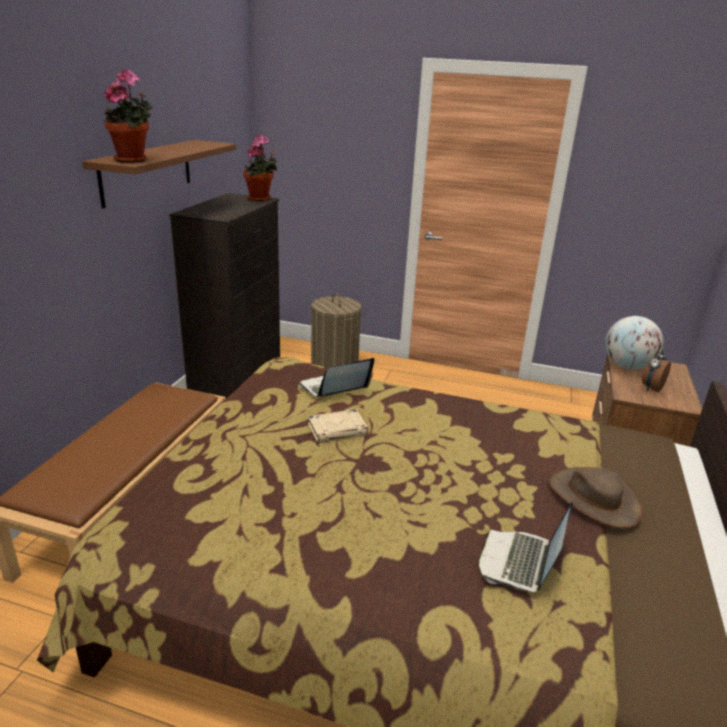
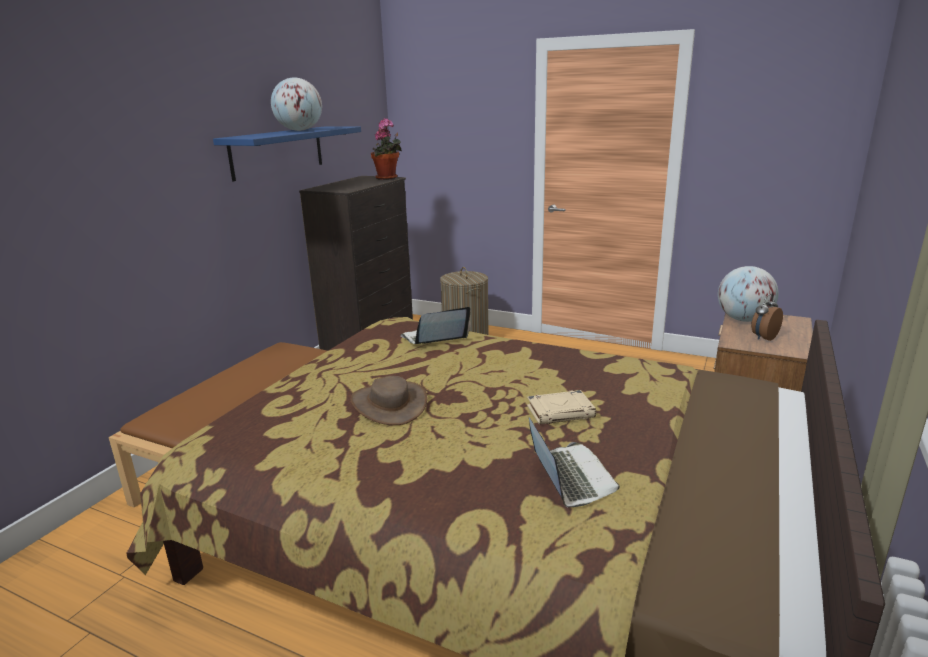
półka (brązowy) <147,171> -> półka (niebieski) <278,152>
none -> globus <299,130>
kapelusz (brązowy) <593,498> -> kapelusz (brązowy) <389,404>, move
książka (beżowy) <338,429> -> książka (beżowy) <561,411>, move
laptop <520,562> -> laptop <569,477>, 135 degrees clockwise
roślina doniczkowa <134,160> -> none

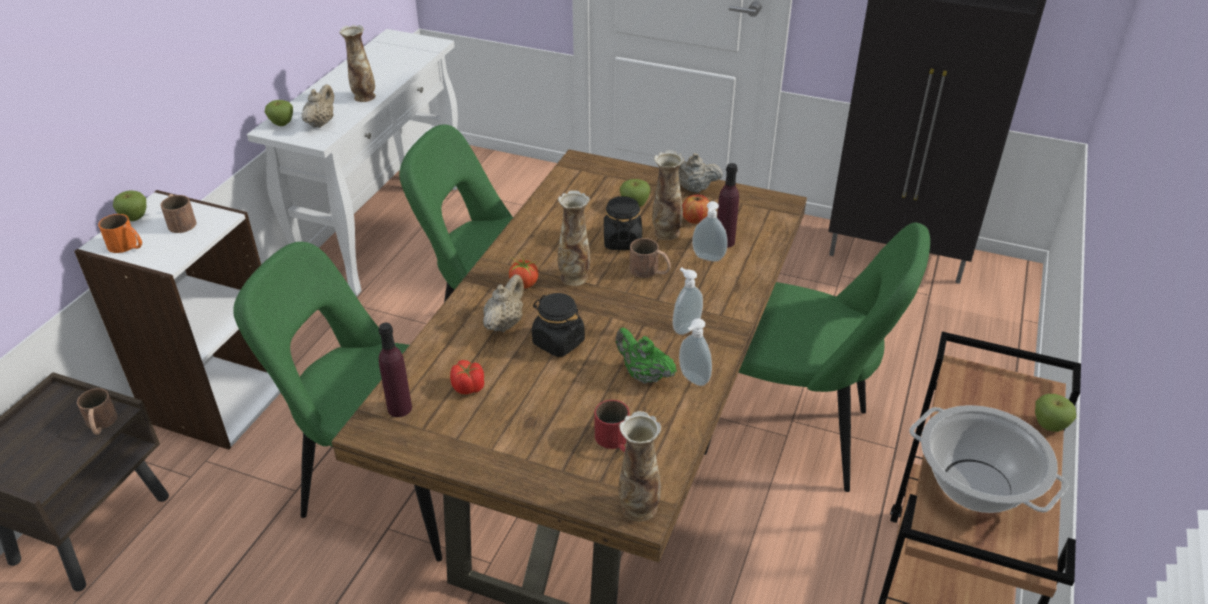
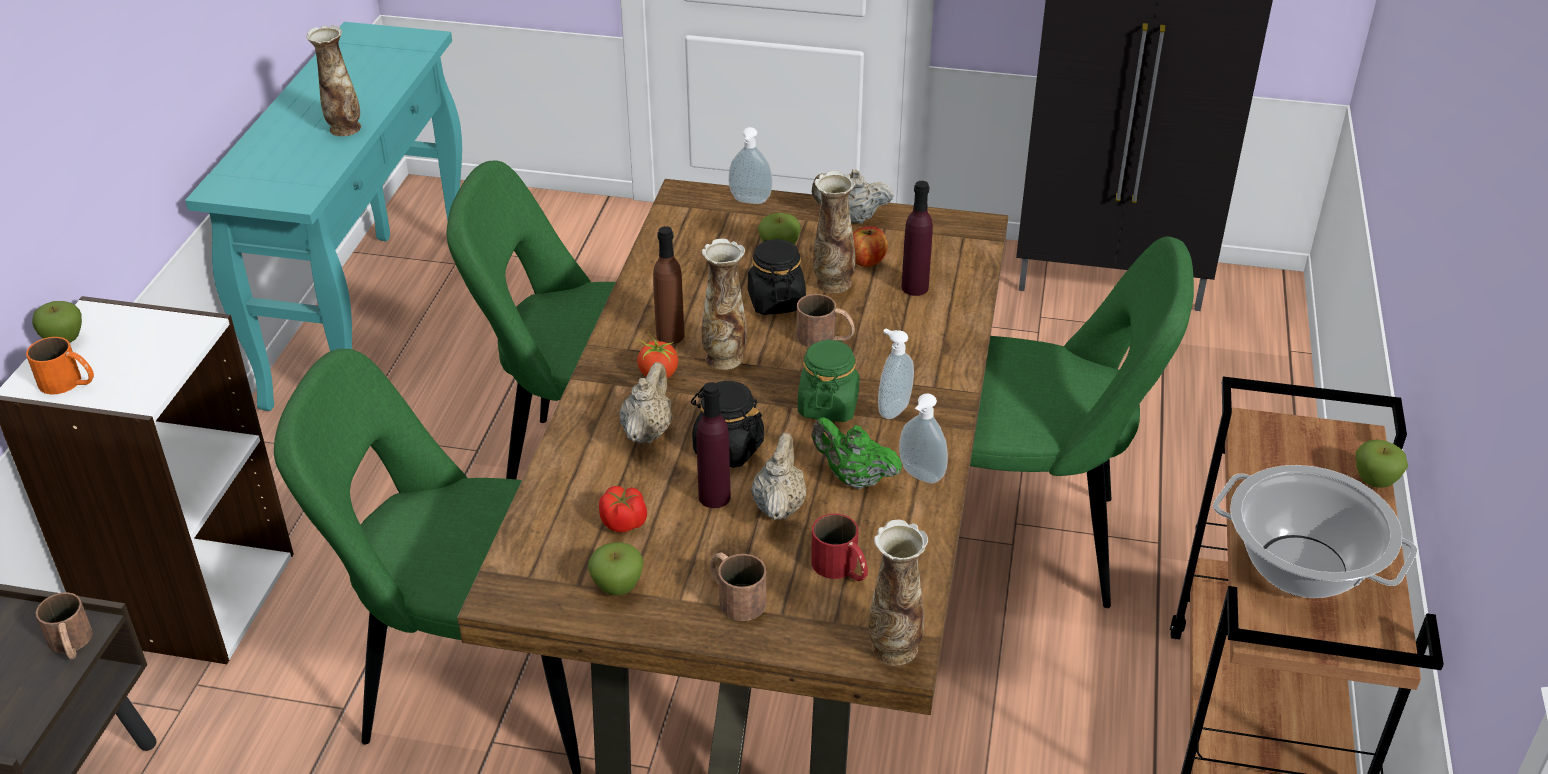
stolik konsolowy (biały) <383,230> -> stolik konsolowy (turkusowy) <370,320>
jabłko <282,123> -> jabłko <617,587>, move
none -> butelka (brązowy) <670,335>
butelka (fioletowy) <399,408> -> butelka (fioletowy) <714,497>, move
kubek (brązowy) <180,221> -> kubek (brązowy) <734,596>, move
dozownik mydła <708,259> -> dozownik mydła <750,201>, move
imbryk (beżowy) <321,123> -> imbryk (beżowy) <779,506>, move
none -> słoik (zielony) <828,405>

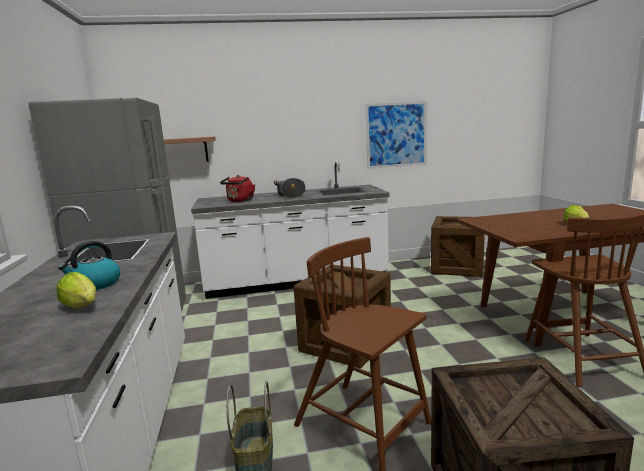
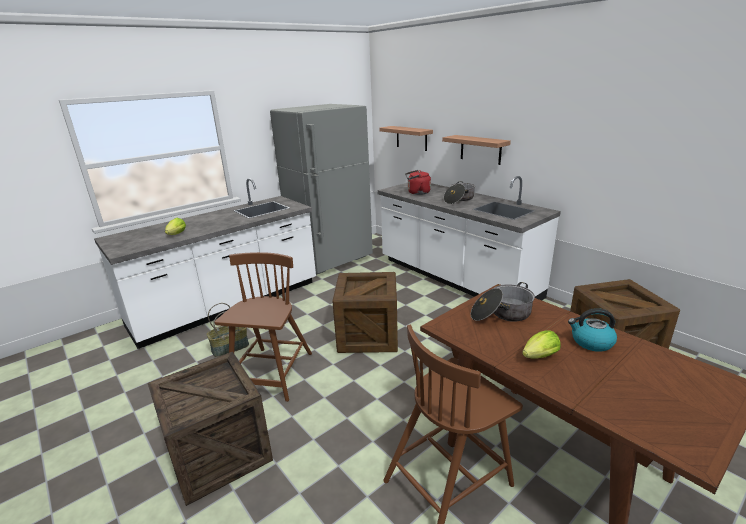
none -> półka <480,149>
none -> garnek <501,314>
czajnik <95,285> -> czajnik <591,342>, move
obraz <396,135> -> none

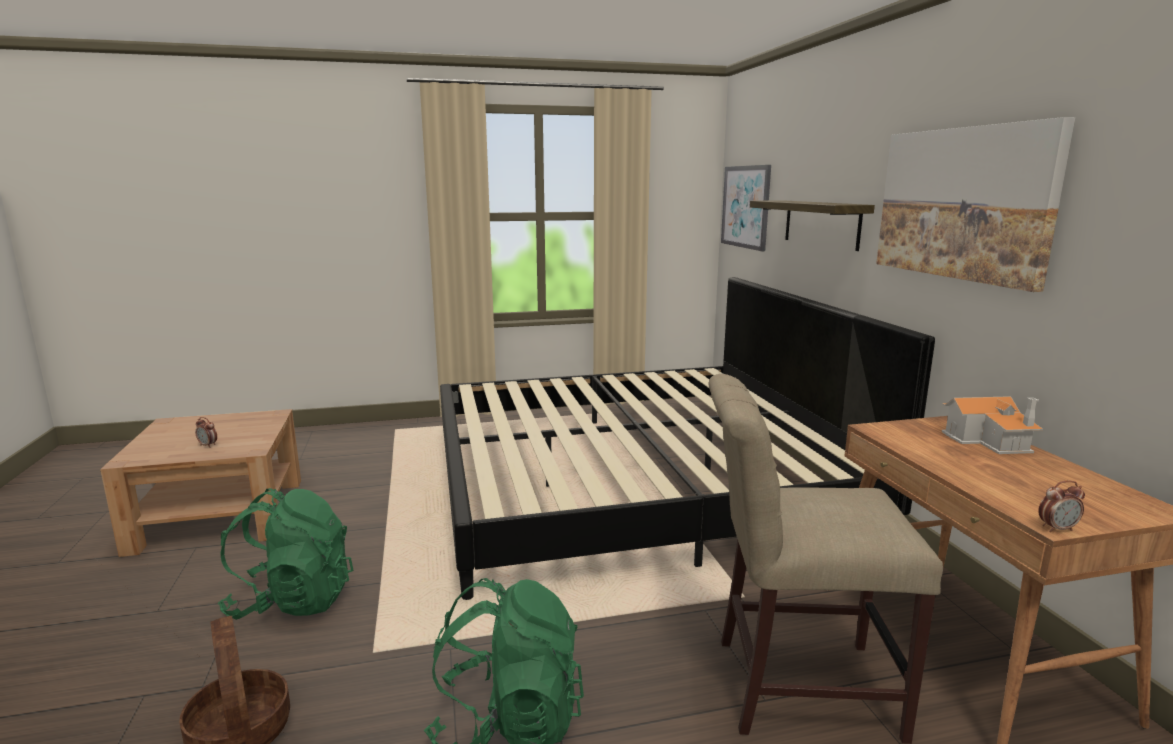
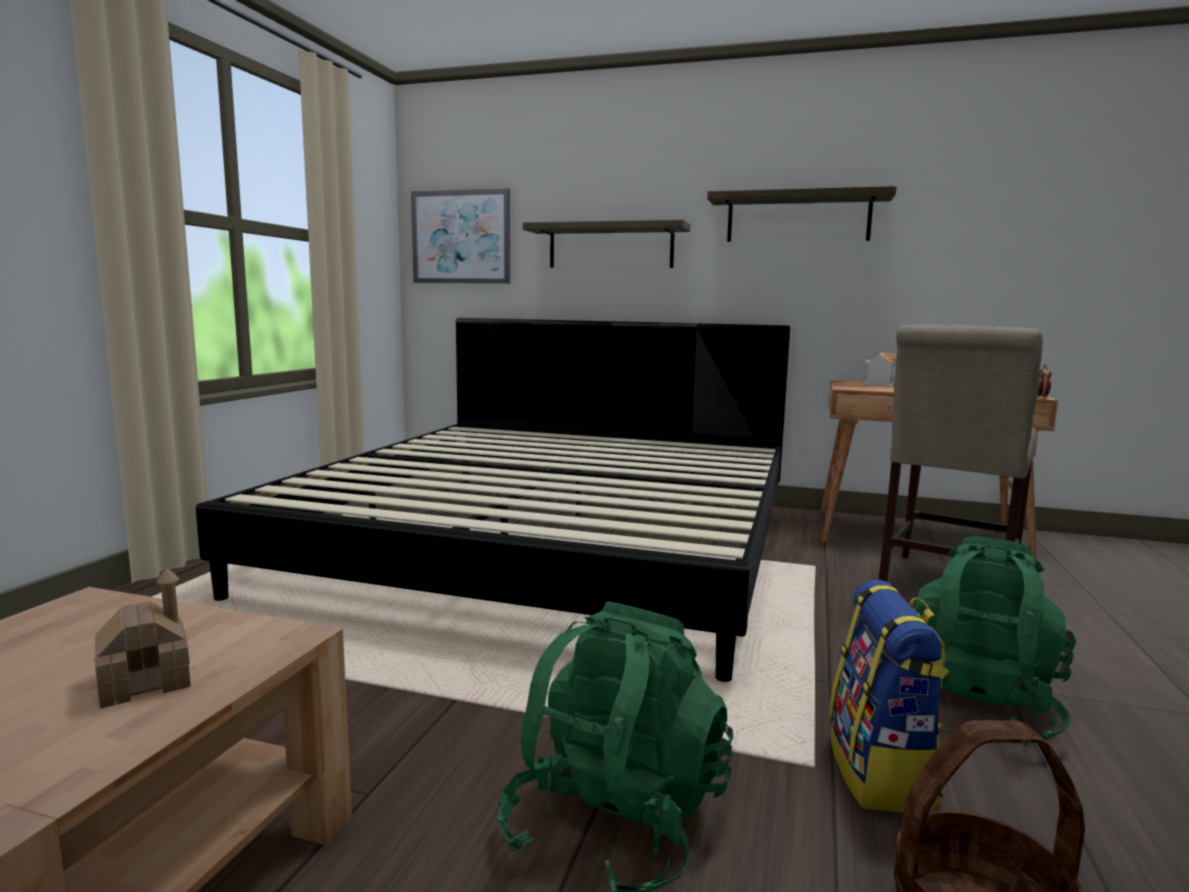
budzik <208,445> -> domek <145,681>
obraz <963,203> -> półka <798,218>
none -> plecak <882,773>

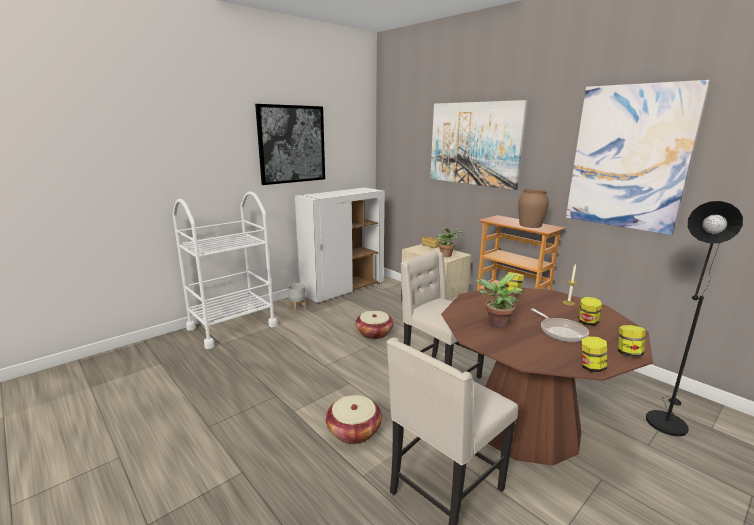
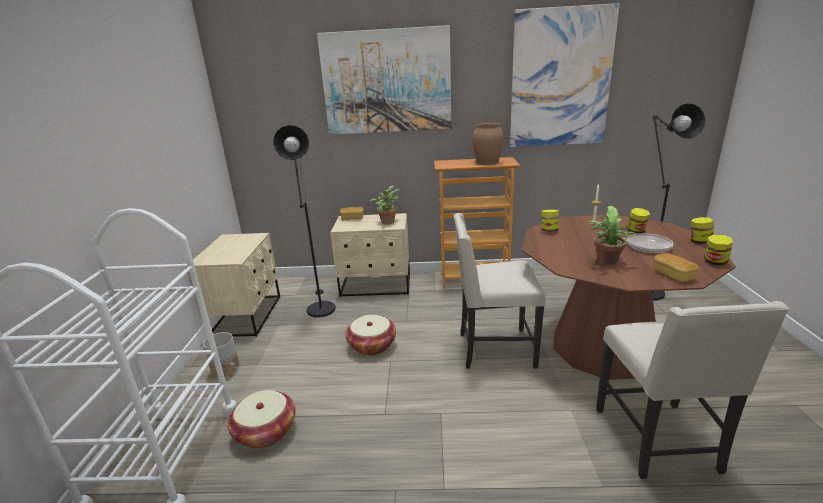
szafka (biały) <343,289> -> szafka nocna (beżowy) <247,316>
koszyk <354,431> -> koszyk <265,431>, move
none -> lampa stojąca (czarny) <319,307>
none -> chleb <673,275>
obraz <292,144> -> none

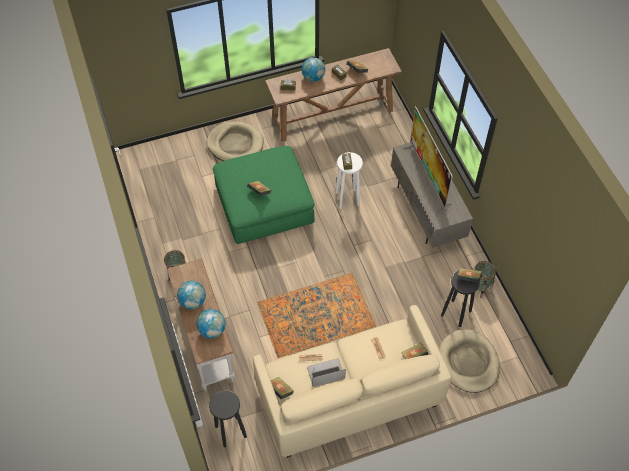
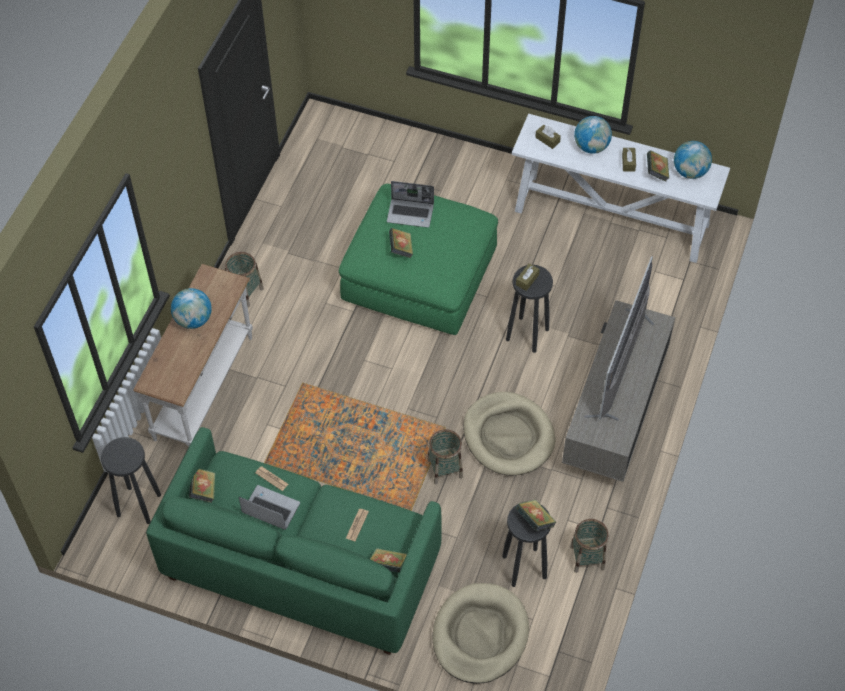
kanapa (beżowy) <348,396> -> kanapa (zielony) <301,565>
none -> laptop <411,213>
none -> koszyk <445,468>
legowisko (beżowy) <235,144> -> legowisko (beżowy) <508,436>, move
stołek (biały) <347,198> -> stołek (czarny) <528,335>
stolik konsolowy (brązowy) <333,115> -> stolik konsolowy (biały) <612,218>
globus <212,330> -> globus <690,172>, move

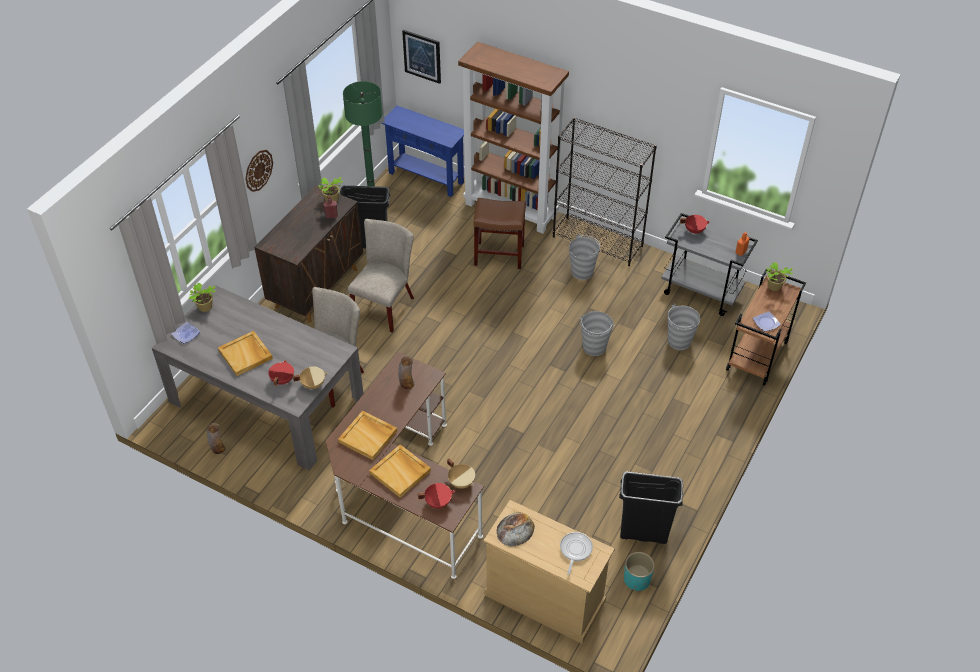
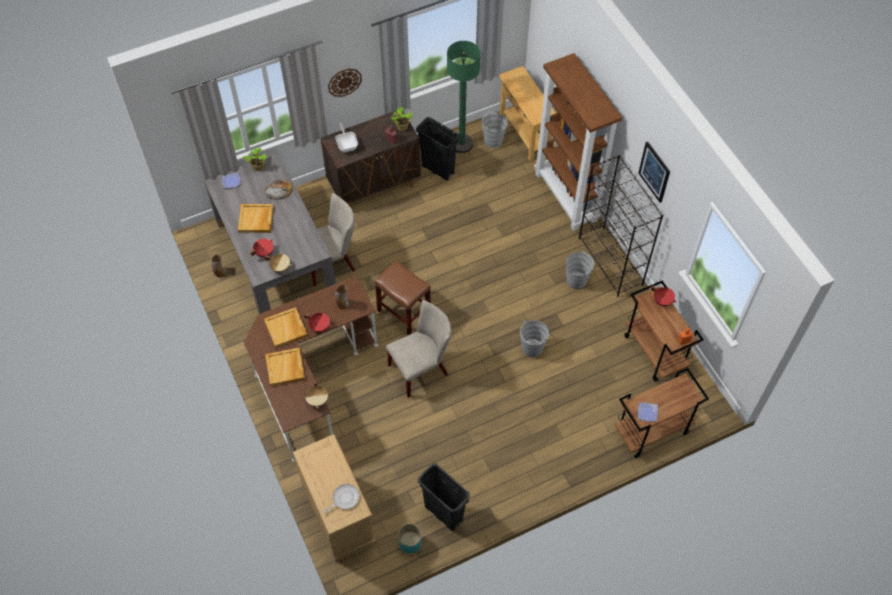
chleb <515,529> -> chleb <278,190>, move
garnek (czerwony) <438,502> -> garnek (czerwony) <320,326>, move
none -> patelnia <347,145>
stołek (brązowy) <498,255> -> stołek (brązowy) <403,312>, move
krzesło (beżowy) <385,305> -> krzesło (beżowy) <421,368>, move
wiadro (szary) <679,341> -> wiadro (szary) <493,140>, move
stolik konsolowy (niebieski) <426,178> -> stolik konsolowy (beżowy) <524,134>
wózek (szary) <701,292> -> wózek (brązowy) <655,352>
obraz <422,56> -> obraz <654,172>, move
roślina doniczkowa <774,287> -> none

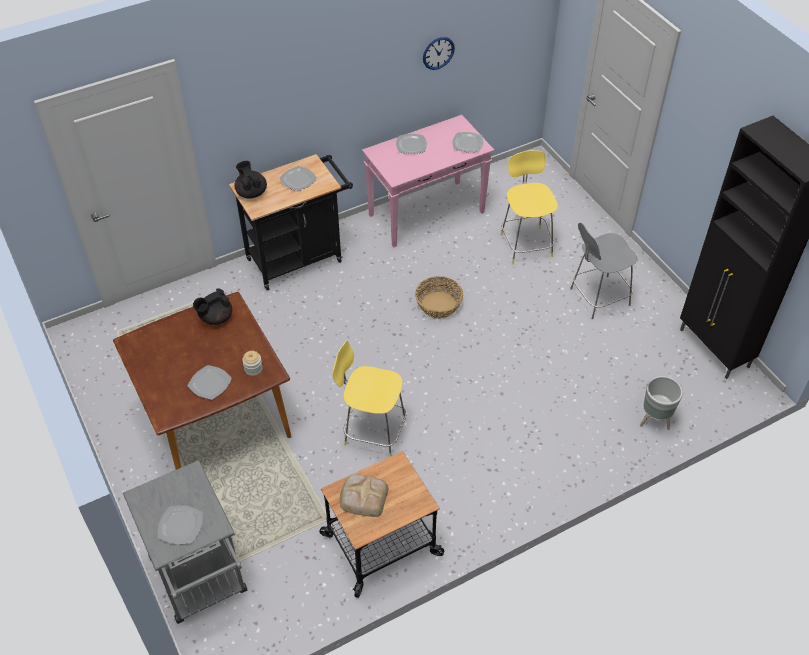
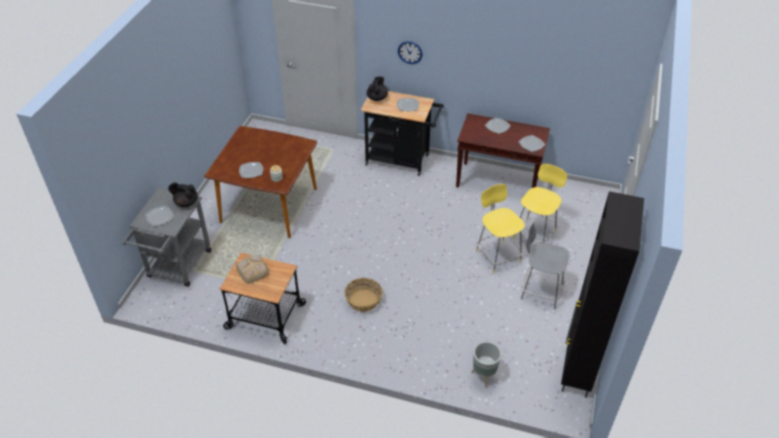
imbryk (czarny) <215,317> -> imbryk (czarny) <186,202>, move
koszyk <438,305> -> koszyk <363,301>, move
zegar ścienny <438,53> -> zegar ścienny <410,52>, move
stolik konsolowy (różowy) <427,213> -> stolik konsolowy (brązowy) <498,182>
stołek (żółty) <372,431> -> stołek (żółty) <497,255>, move

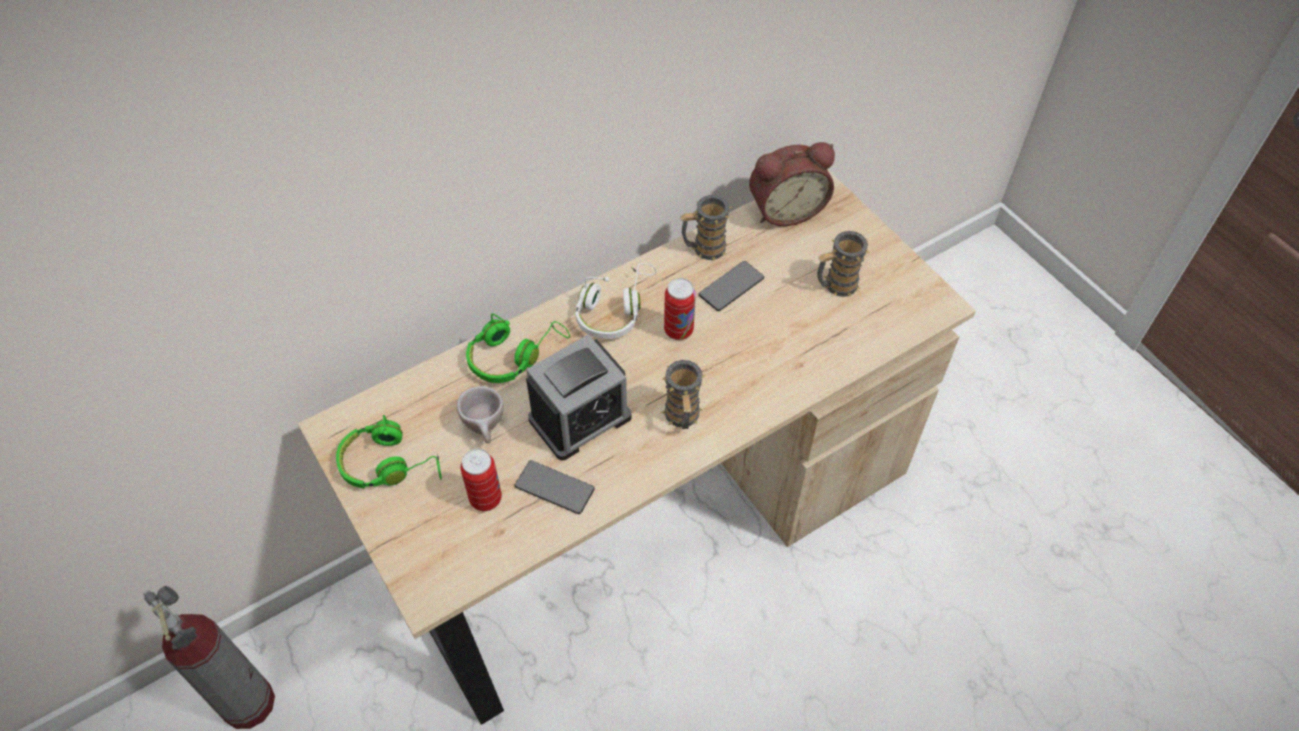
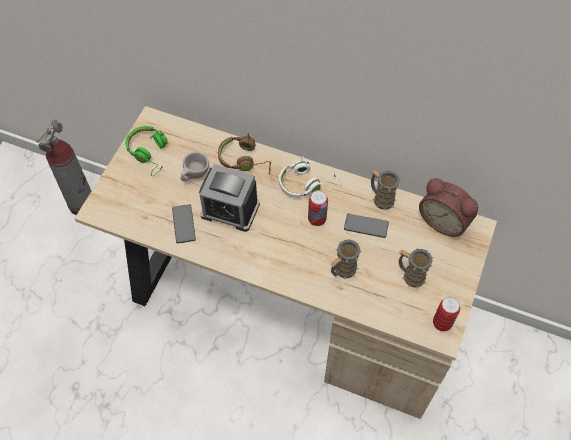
słuchawki (zielony) <514,355> -> słuchawki (brązowy) <245,160>
kubek <682,418> -> kubek <342,271>, move
puszka <485,499> -> puszka <442,323>, move

